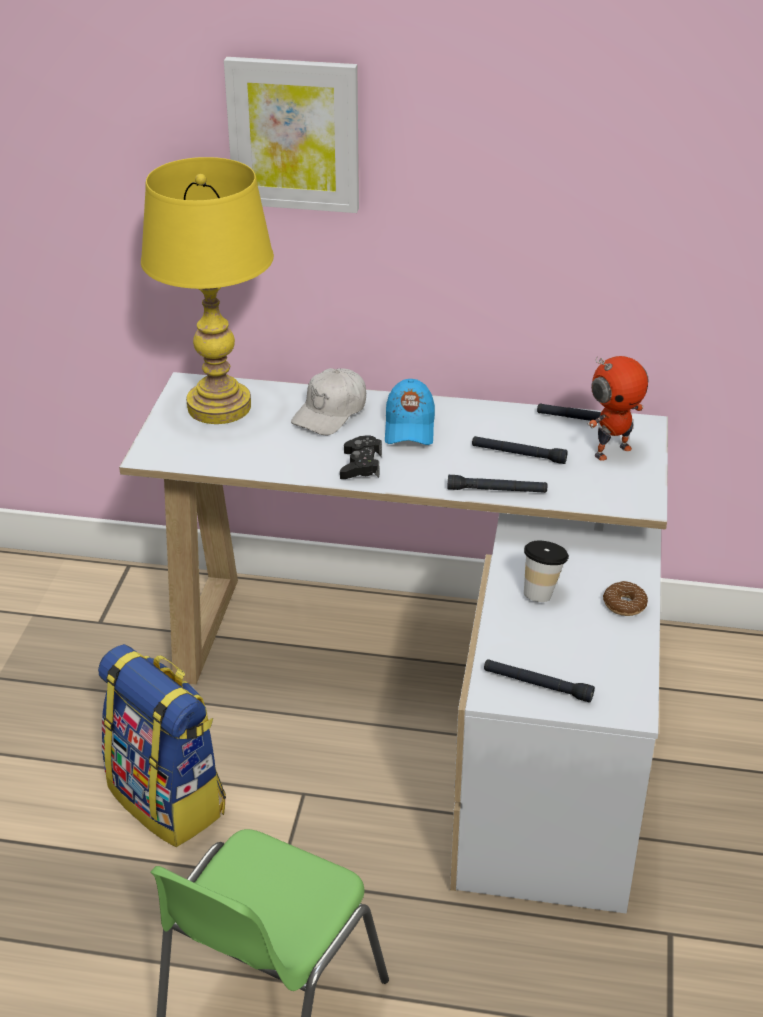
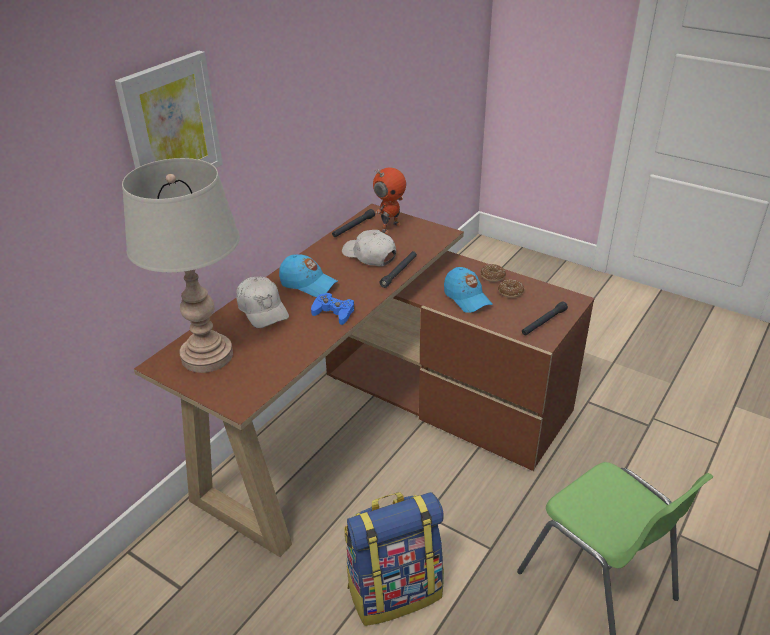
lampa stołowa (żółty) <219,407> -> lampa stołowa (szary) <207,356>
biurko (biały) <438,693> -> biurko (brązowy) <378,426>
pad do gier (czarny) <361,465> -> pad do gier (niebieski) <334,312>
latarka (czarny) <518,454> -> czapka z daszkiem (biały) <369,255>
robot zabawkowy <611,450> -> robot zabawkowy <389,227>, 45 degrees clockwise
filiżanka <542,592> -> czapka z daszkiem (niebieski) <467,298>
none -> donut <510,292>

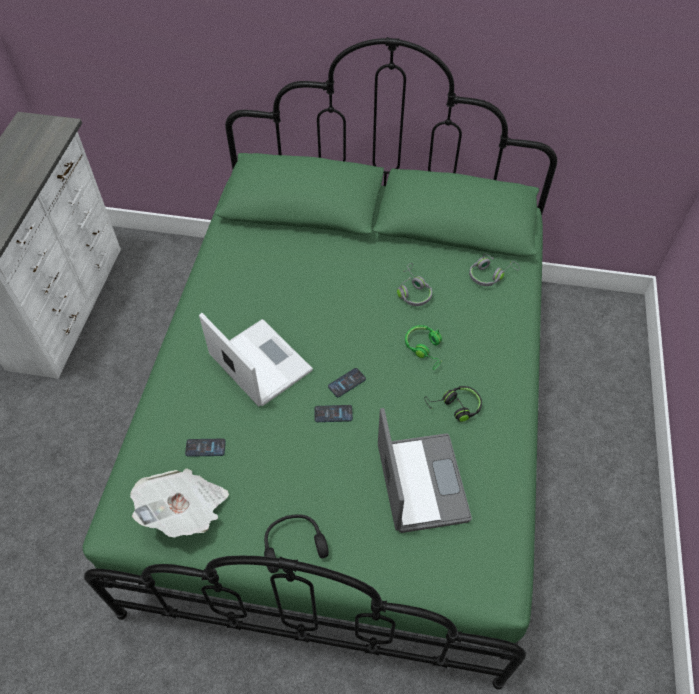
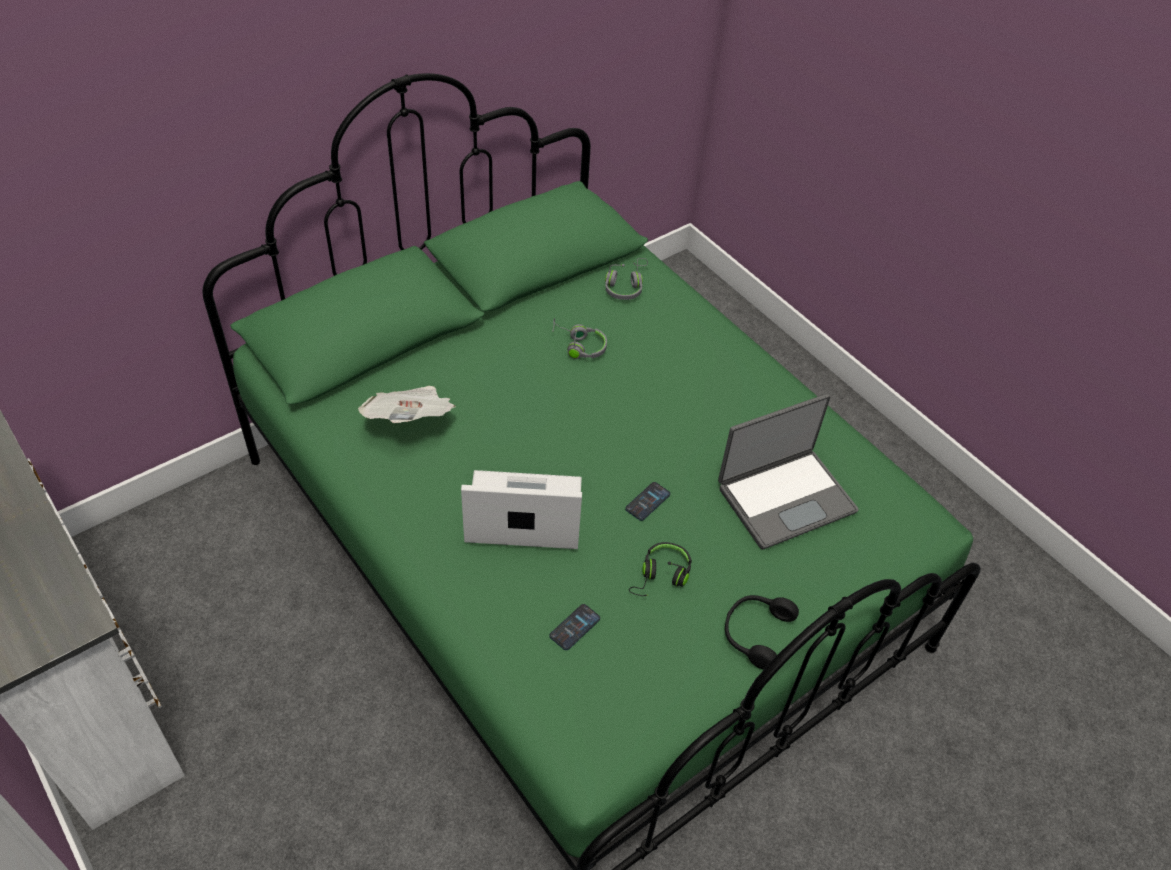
gazeta <185,510> -> gazeta <410,420>, move
słuchawki (czarny) <455,407> -> słuchawki (czarny) <661,576>, move
laptop <420,483> -> laptop <785,497>, 120 degrees clockwise
telefon <347,383> -> none
słuchawki (zielony) <425,349> -> none

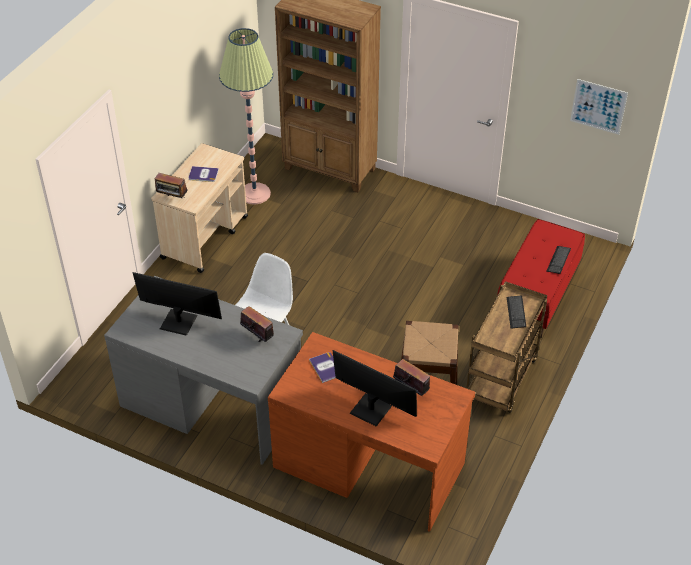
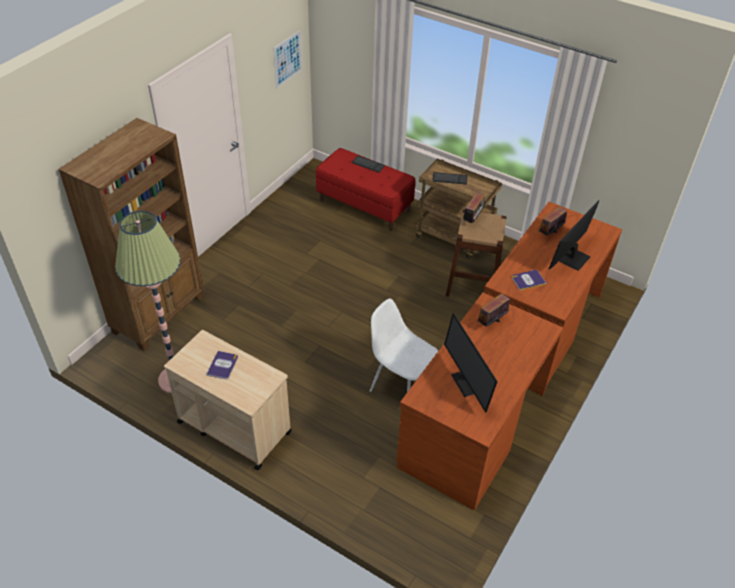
biurko (szary) <212,403> -> biurko (brązowy) <471,429>
monitor <179,321> -> monitor <469,381>, 45 degrees counterclockwise
radio <172,198> -> radio <472,219>, move

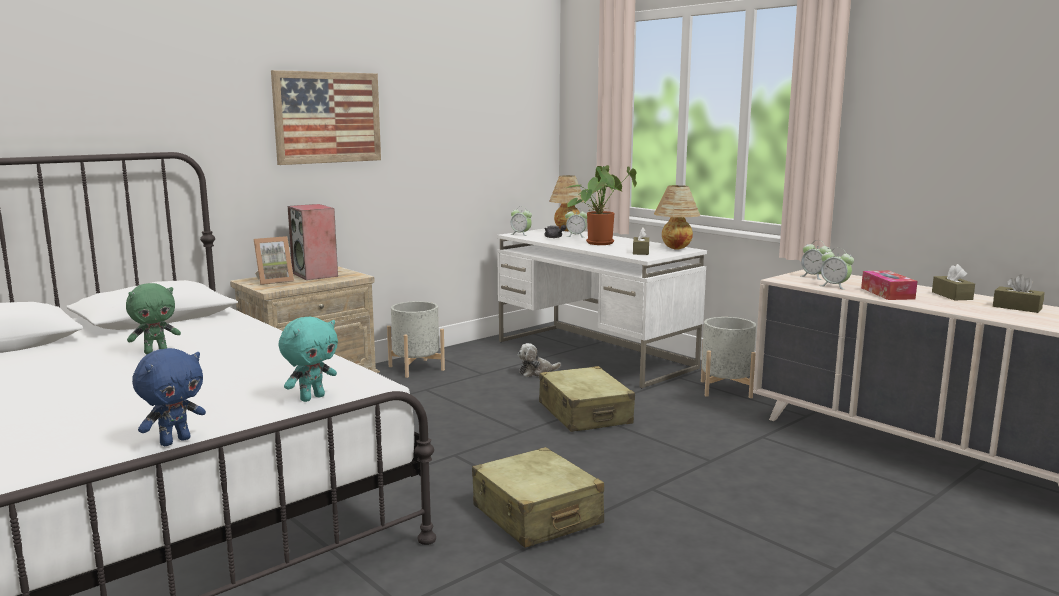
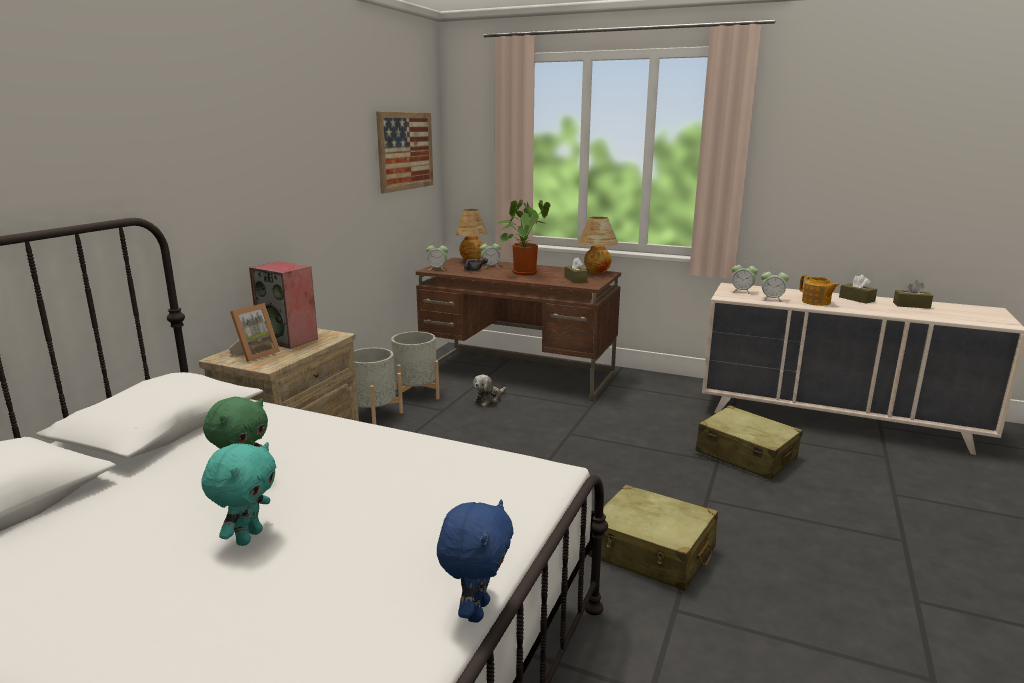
pluszak (turkusowy) <312,398> -> pluszak (turkusowy) <248,537>, move
obraz <328,117> -> obraz <405,151>, move
donica (szary) <726,389> -> donica (szary) <416,394>, move
biurko (biały) <594,355> -> biurko (brązowy) <518,373>
walizka (beżowy) <585,414> -> walizka (beżowy) <746,455>, move
pudełko chusteczek <887,293> -> imbryk <816,302>

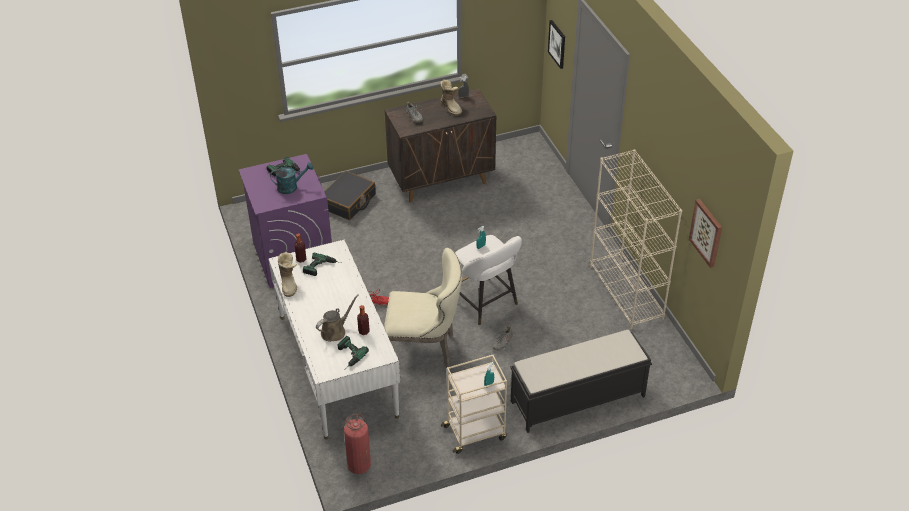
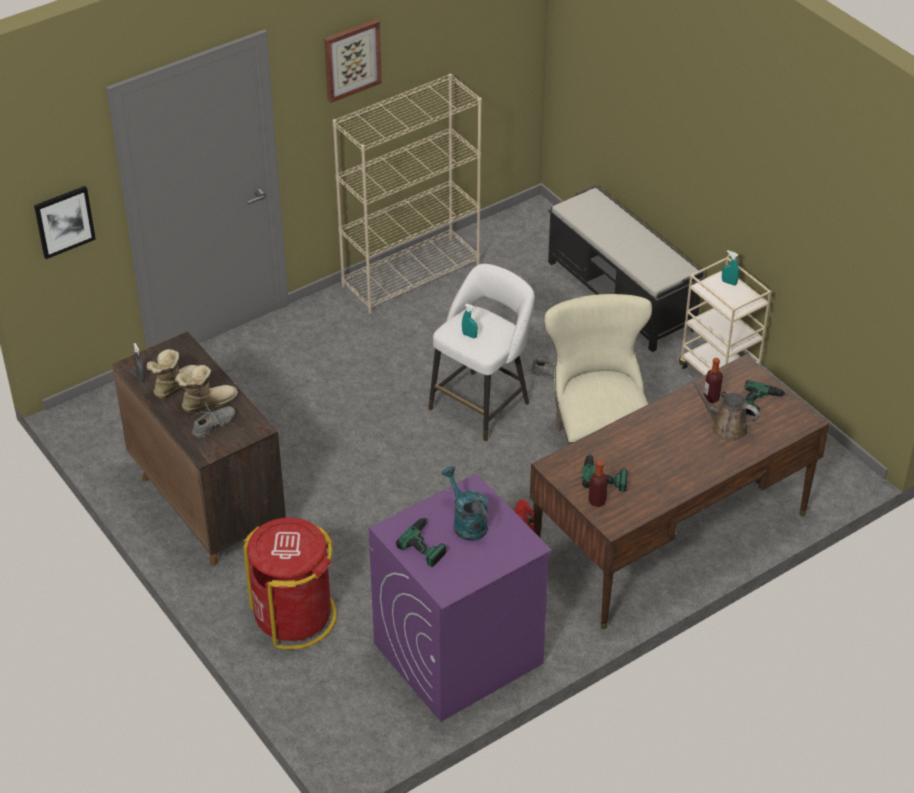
but z cholewką <289,284> -> but z cholewką <207,402>, move
walizka (czarny) <348,202> -> kosz na śmieci (czerwony) <294,616>
obraz <707,232> -> obraz <351,59>, move
biurko (biały) <337,365> -> biurko (brązowy) <671,535>
gaśnica <359,466> -> none

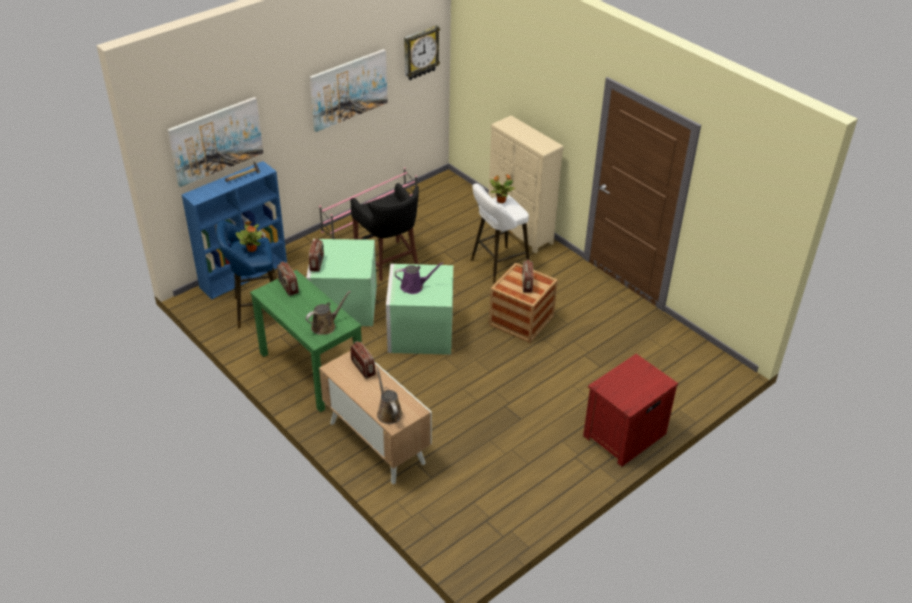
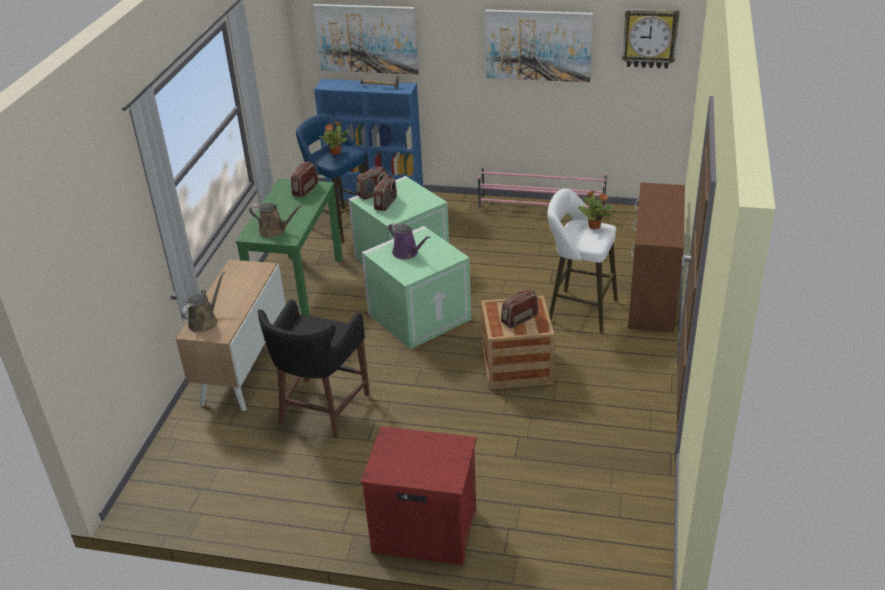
stołek (czarny) <388,262> -> stołek (czarny) <321,409>, move
radio <363,368> -> radio <386,203>, move
komoda (beżowy) <519,232> -> biurko (brązowy) <653,296>

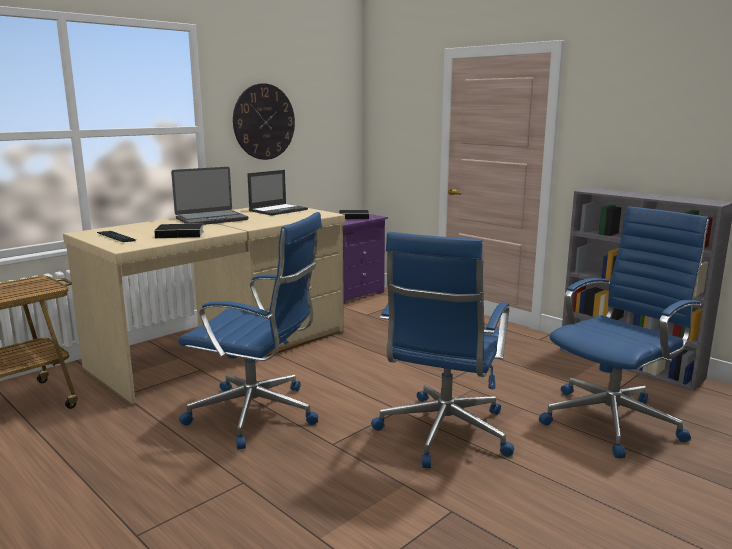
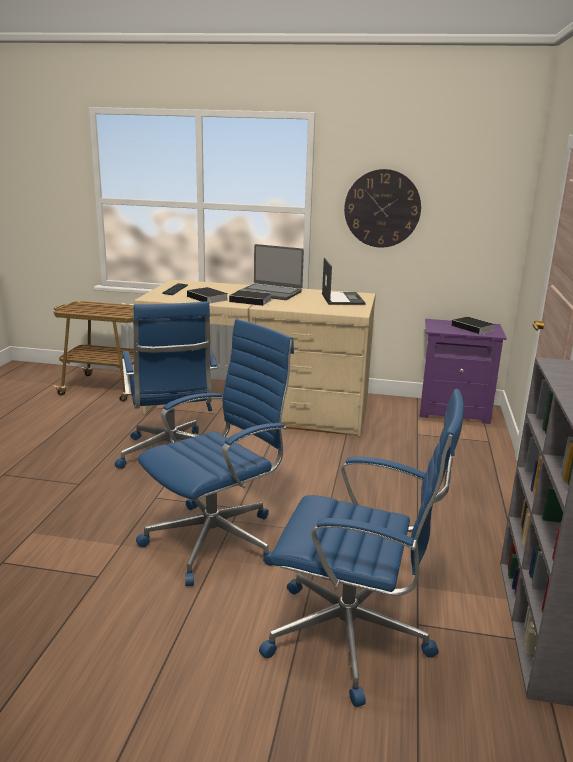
krzesło biurowe (niebieski) <442,434> -> krzesło biurowe (niebieski) <217,540>, 150 degrees clockwise
none -> książka <252,301>
laptop <279,210> -> laptop <342,299>, 105 degrees counterclockwise

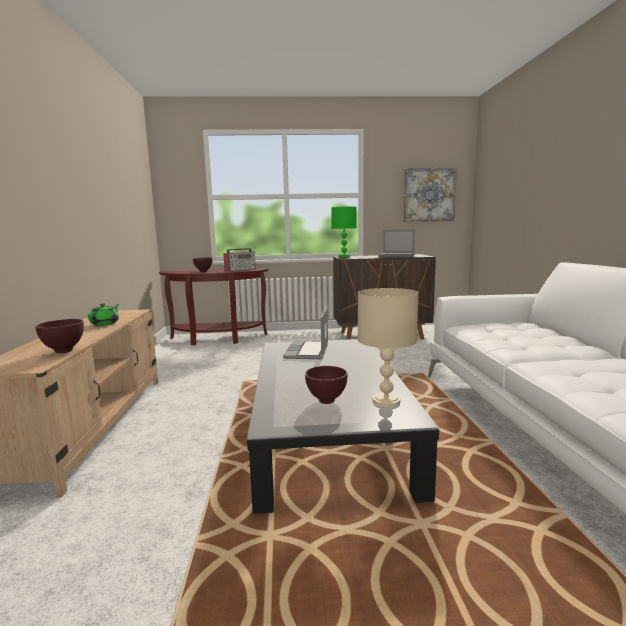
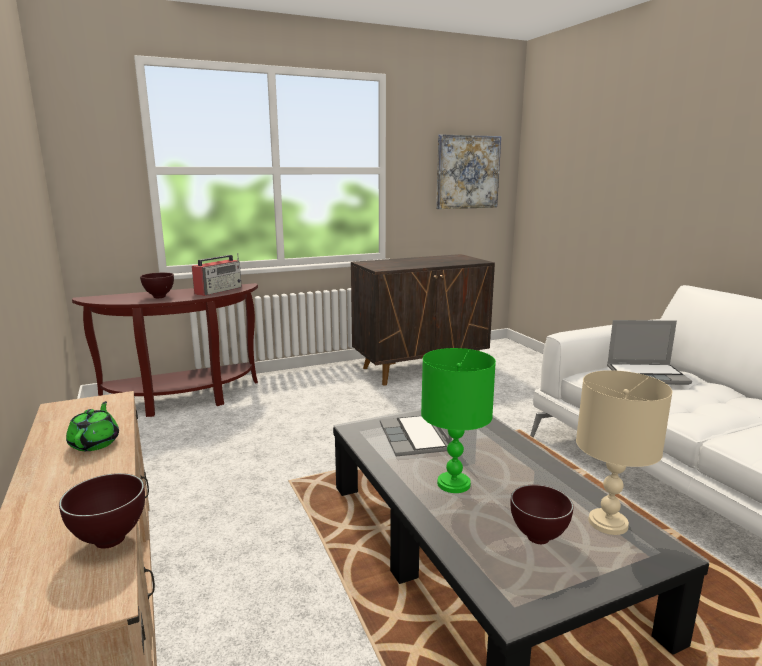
lampa stołowa (zielony) <344,256> -> lampa stołowa (zielony) <453,484>, move
laptop <396,256> -> laptop <647,375>, move

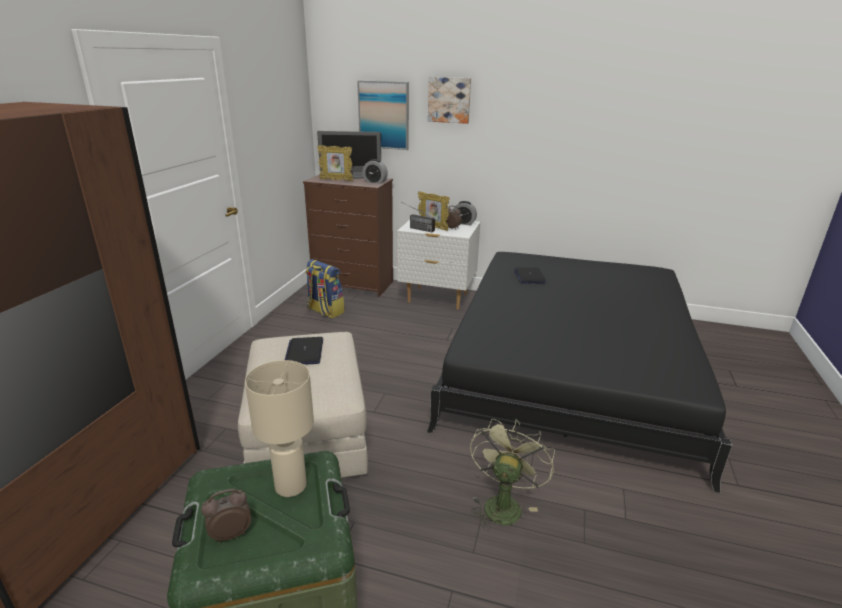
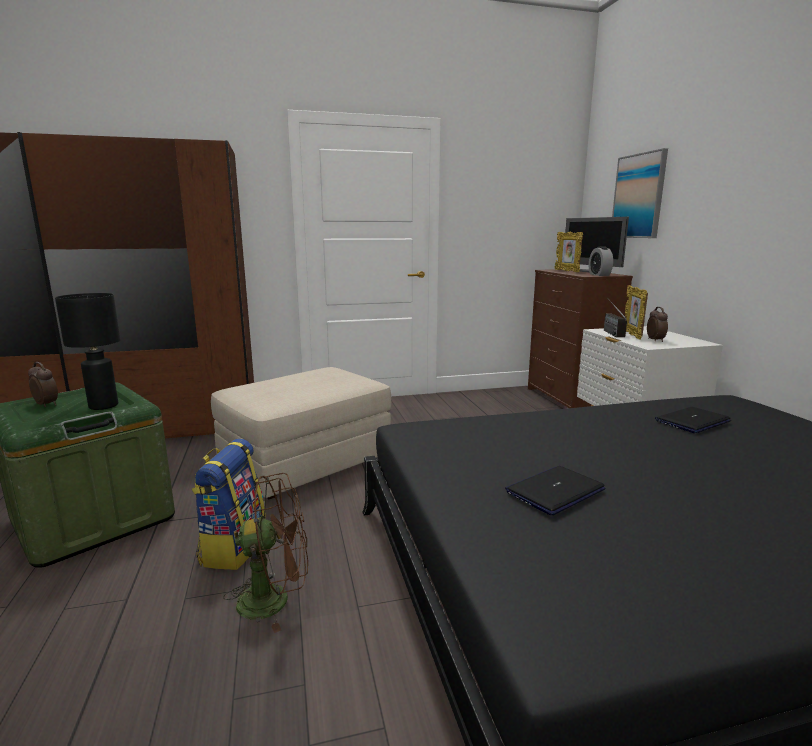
lampa stołowa (beżowy) <291,485> -> lampa stołowa (czarny) <104,406>
plecak <325,311> -> plecak <233,547>, move
wentylator (zielony) <503,503> -> wentylator (brązowy) <275,599>
laptop <304,352> -> laptop <555,491>, move
obraz <449,100> -> none
budzik <463,223> -> none

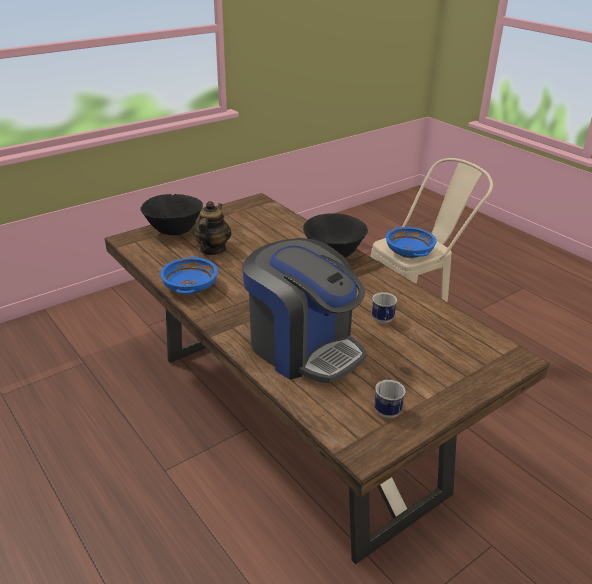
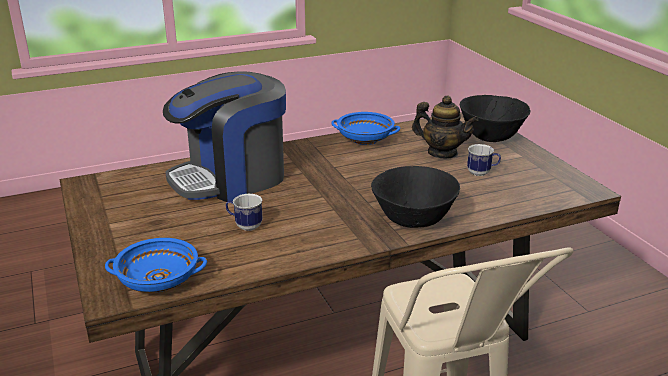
miska (niebieski) <409,252> -> miska (niebieski) <158,281>, move
kubek <387,409> -> kubek <482,173>, move

